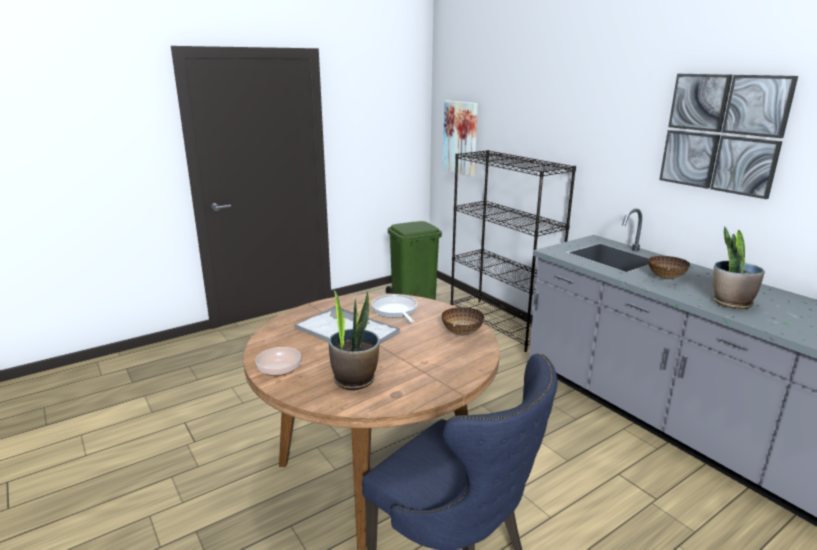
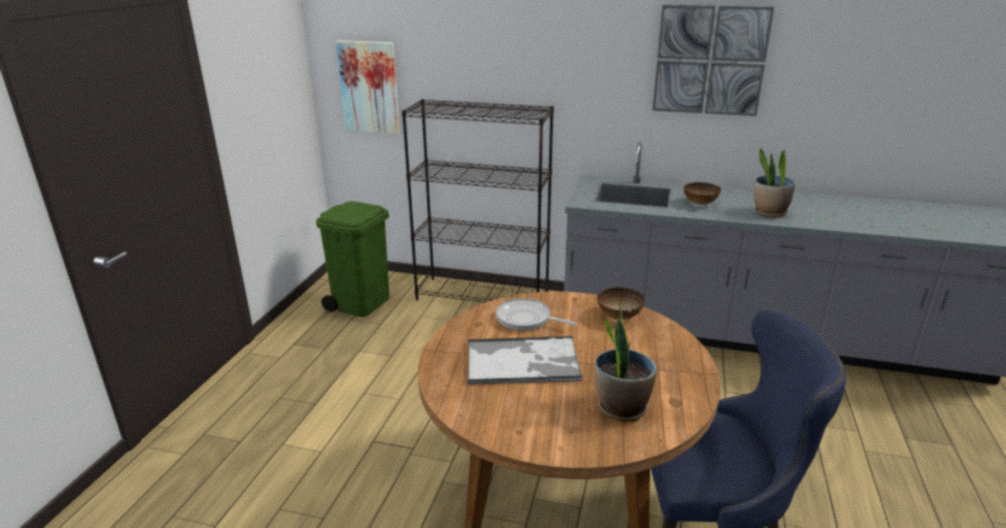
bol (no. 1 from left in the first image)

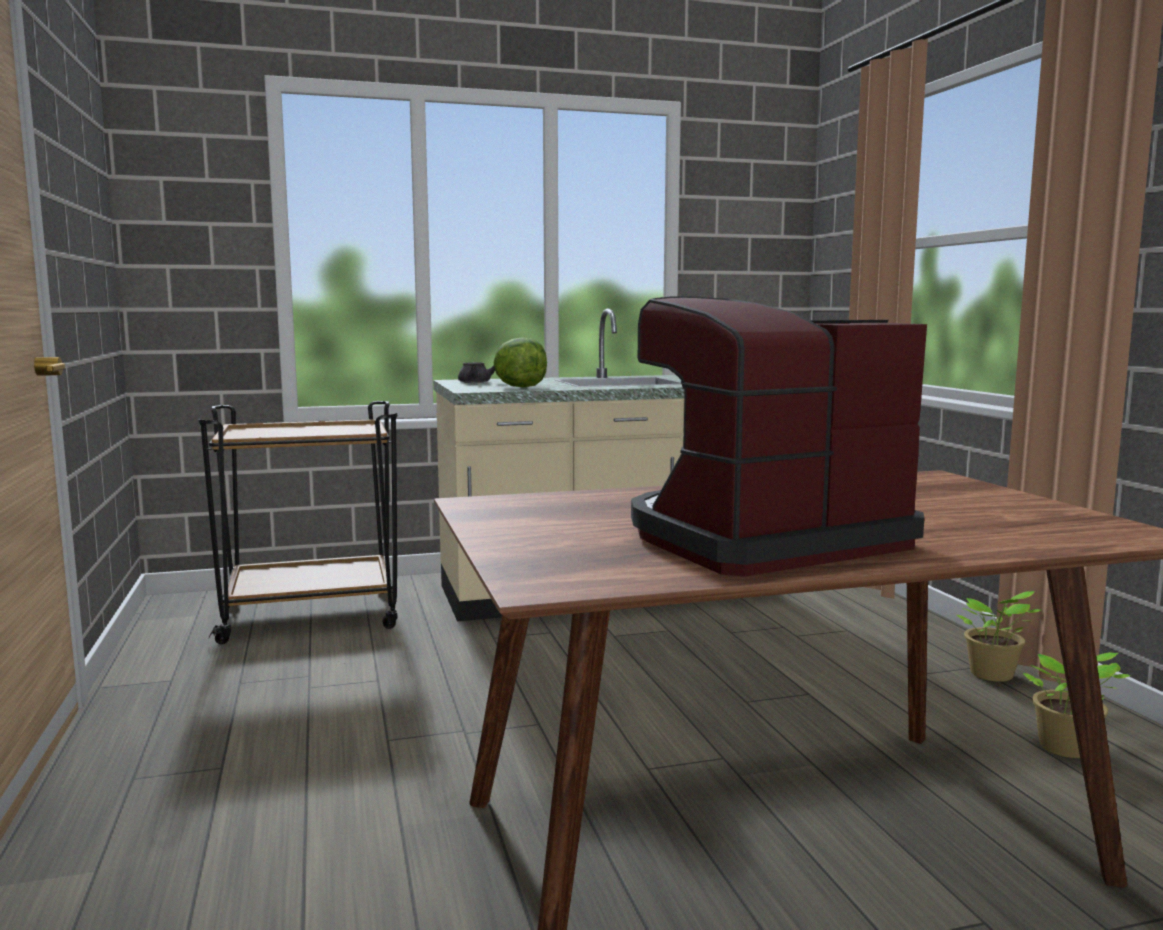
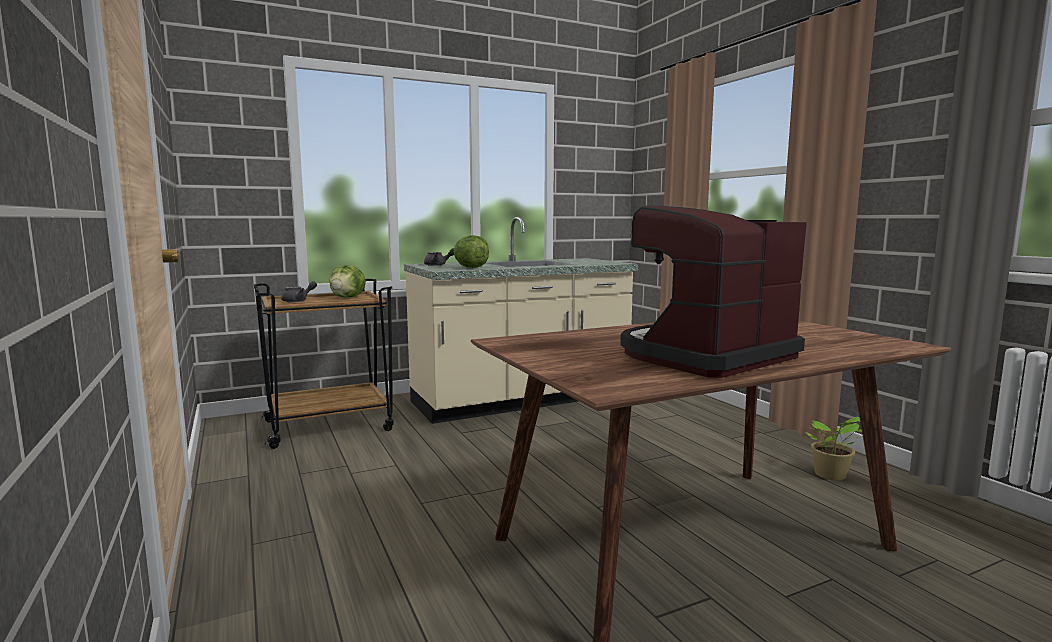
théière (gris) (no. 1 from left)
laitue (no. 1 from left)
plante en pot (no. 1 from left in the first image)

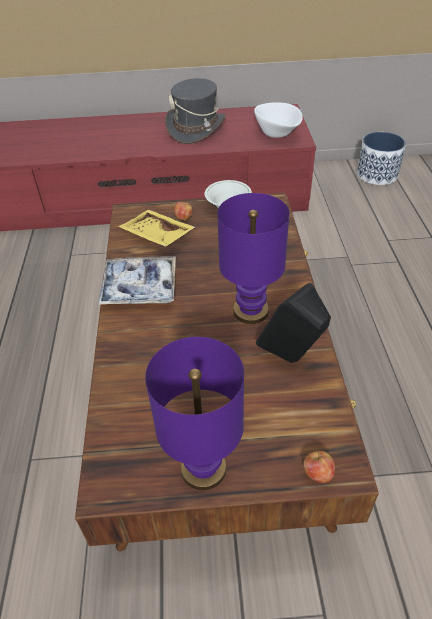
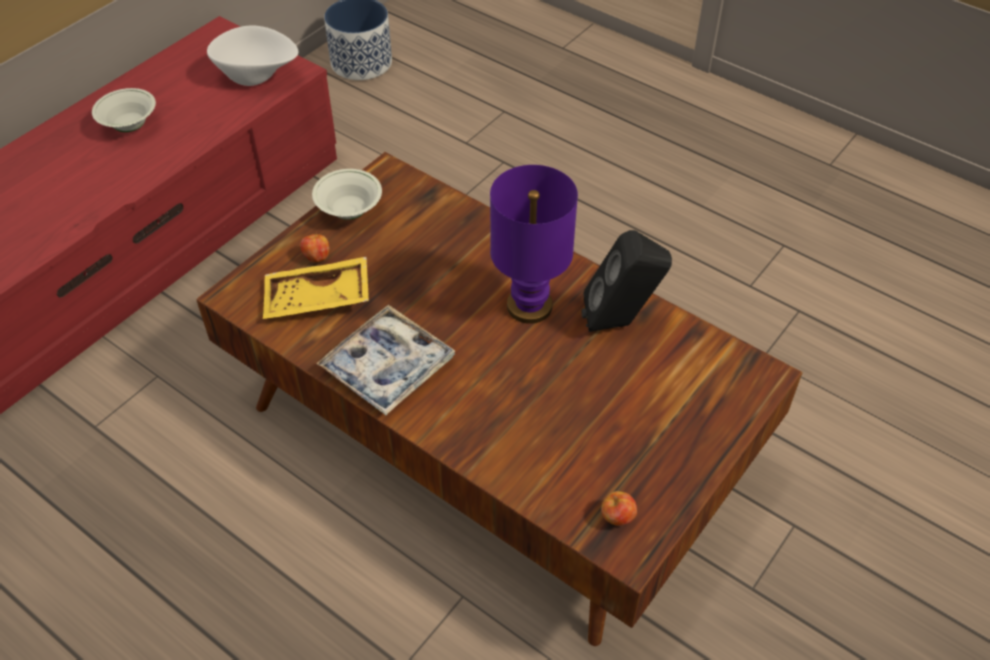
bol (blanc) (no. 1 from left)
pomme (no. 2 from left)
lampe de table (violet) (no. 1 from left in the first image)

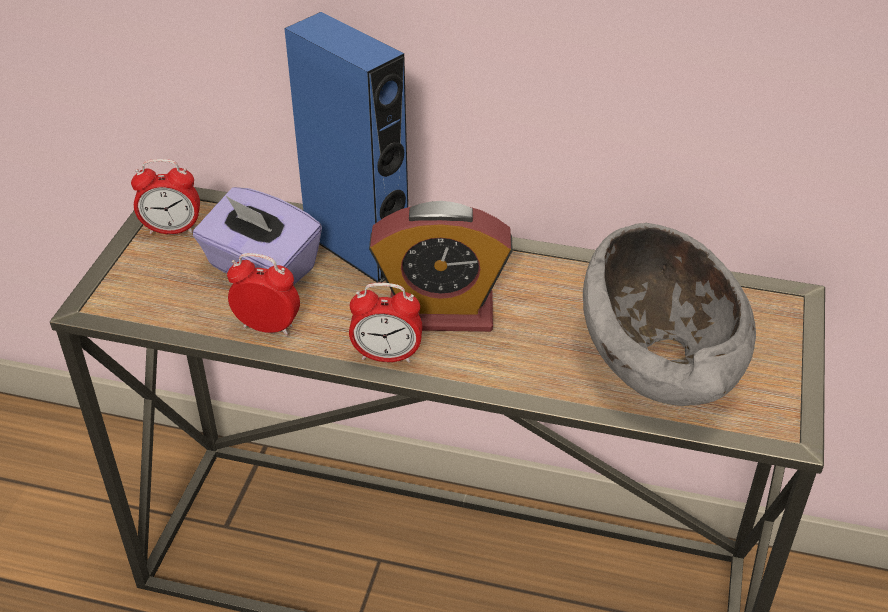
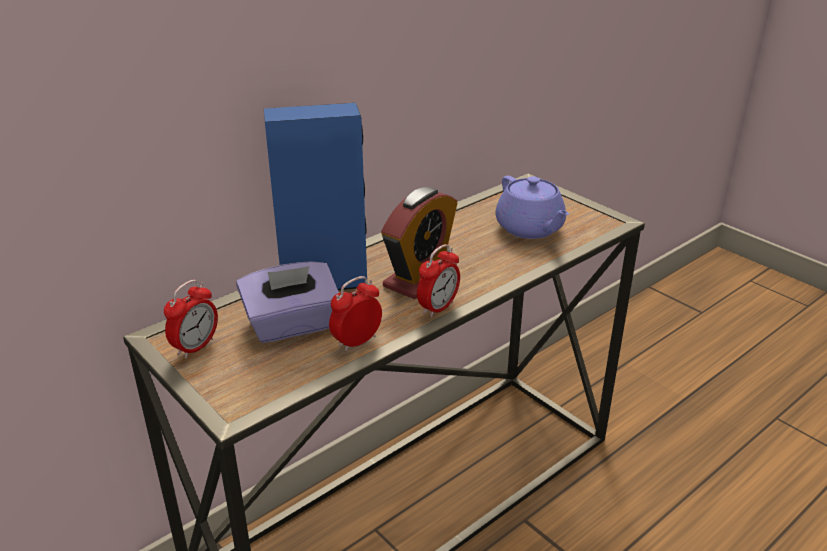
théière (violet)

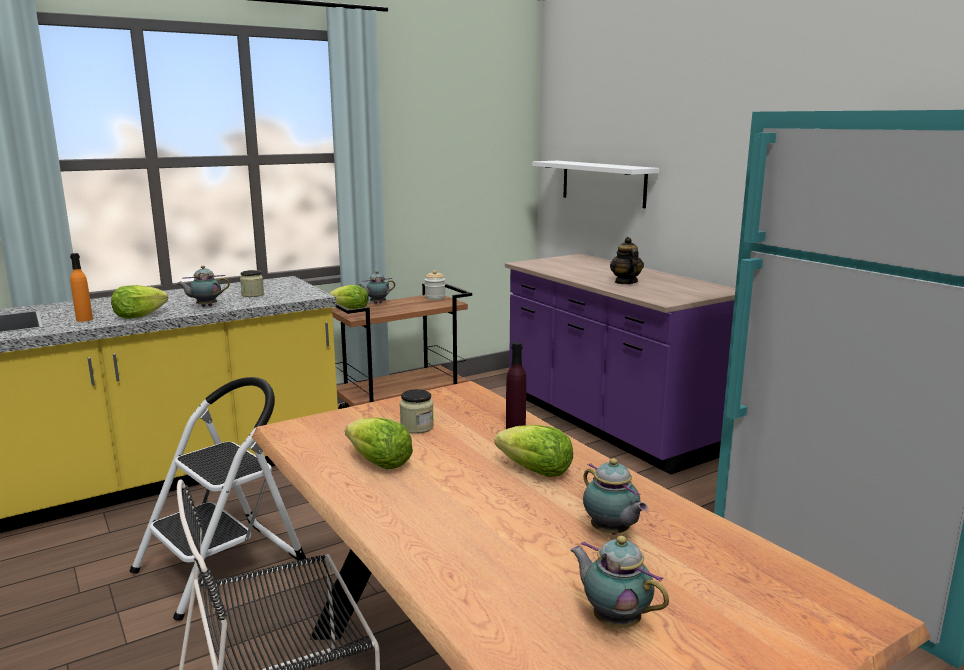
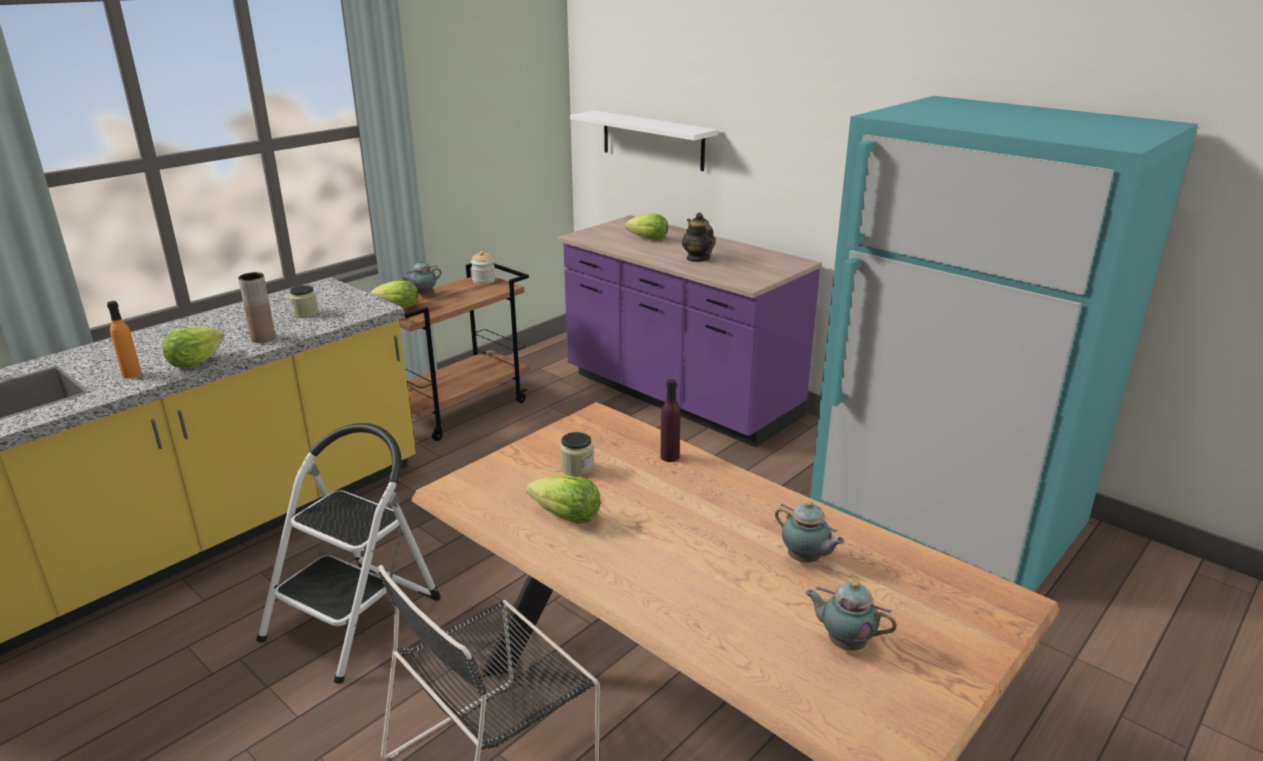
vase (marron)
laitue (no. 4 from left)

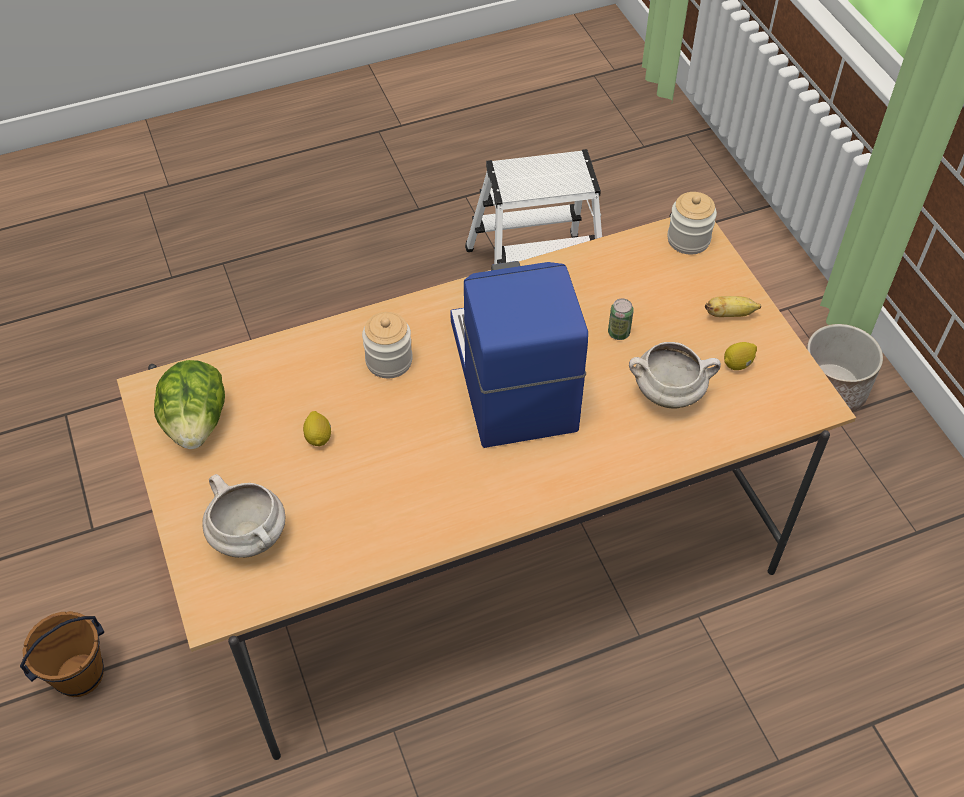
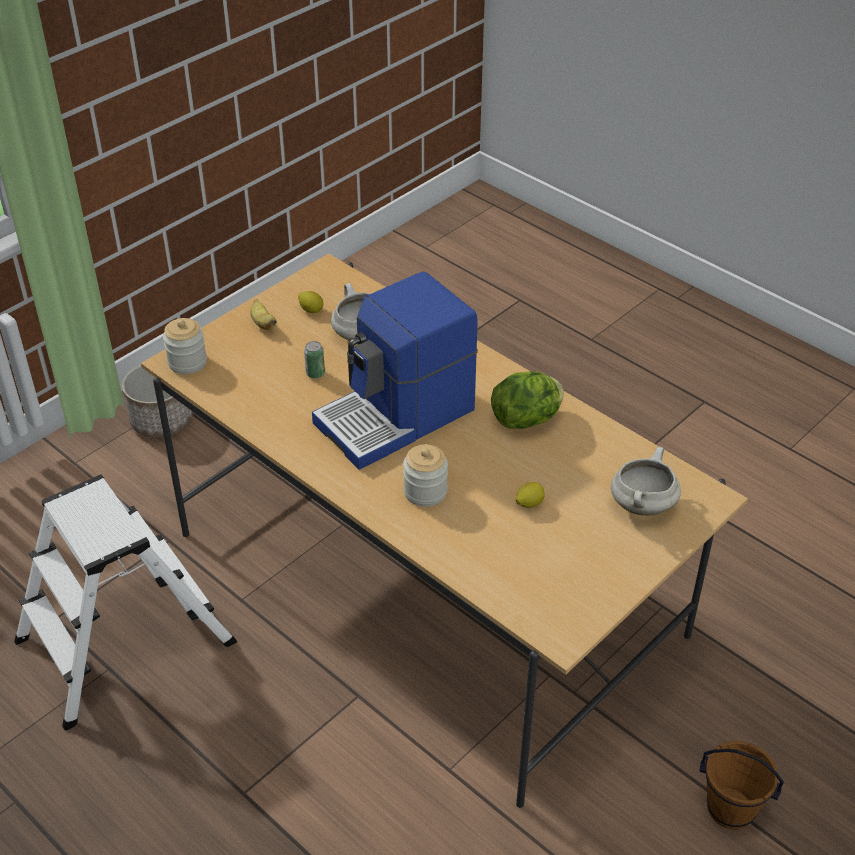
laitue

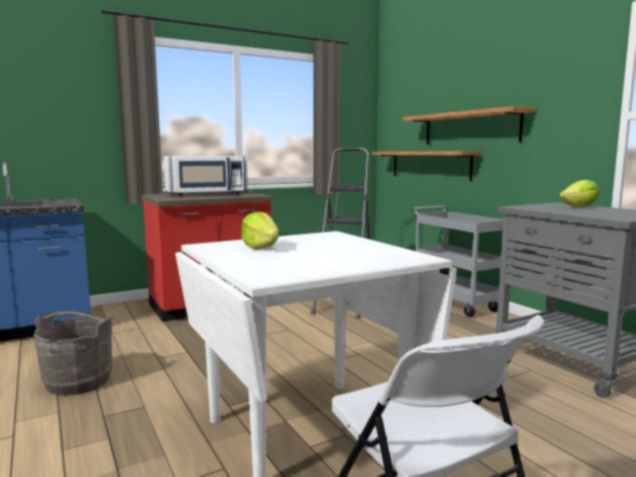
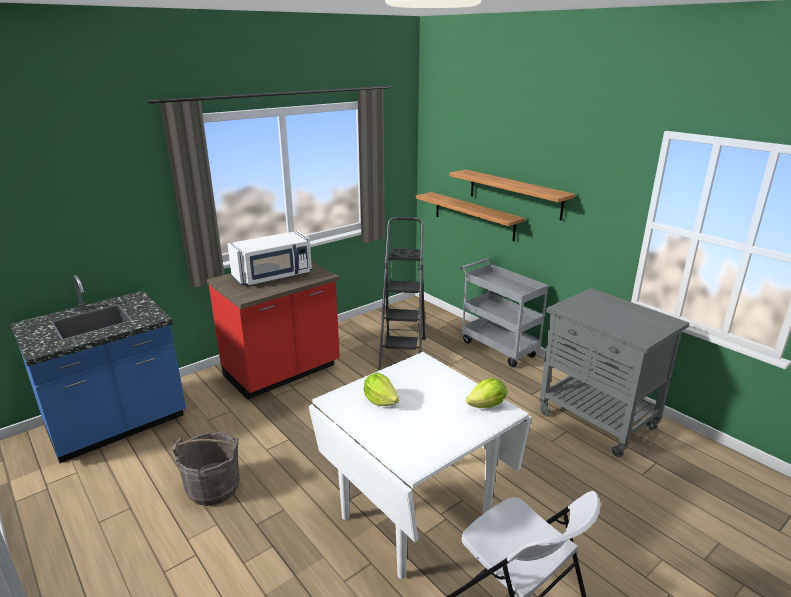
laitue (no. 2 from left)

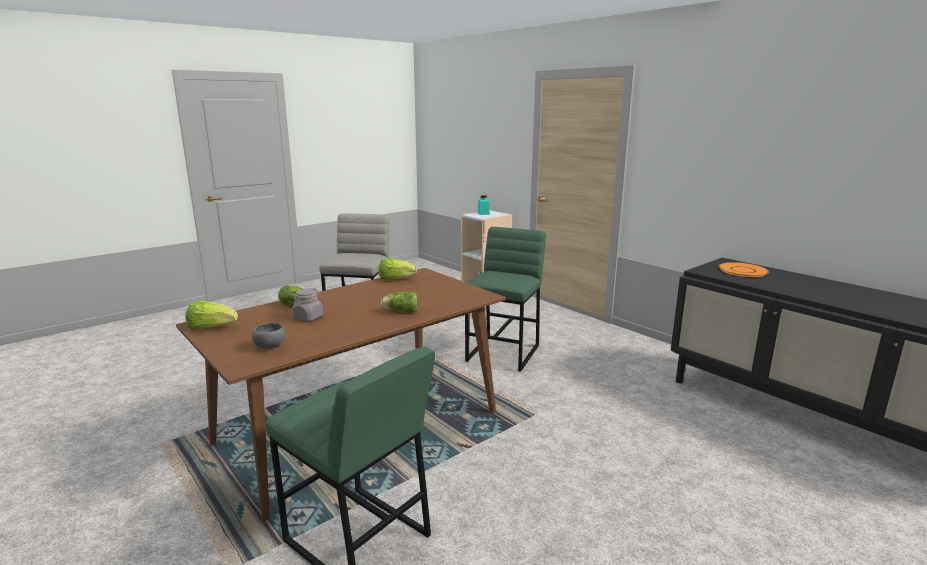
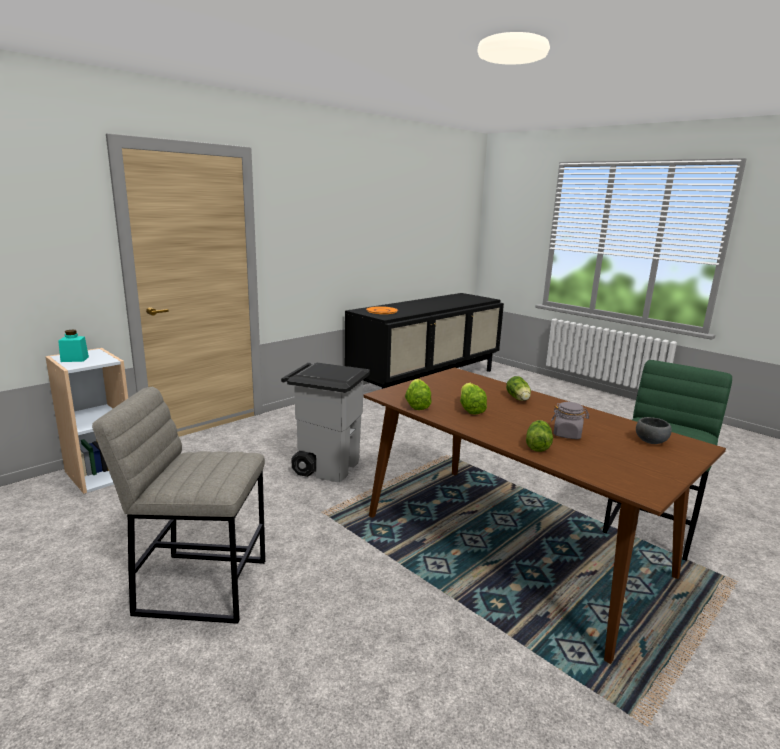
poubelle (gris)
laitue (no. 2 from left)

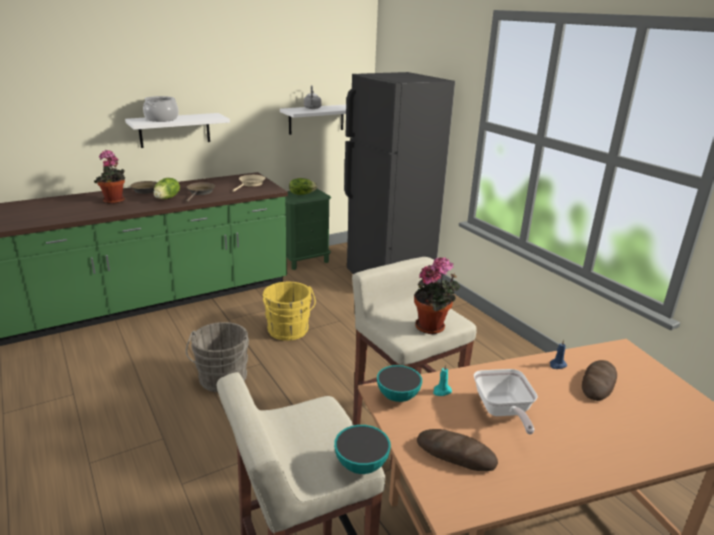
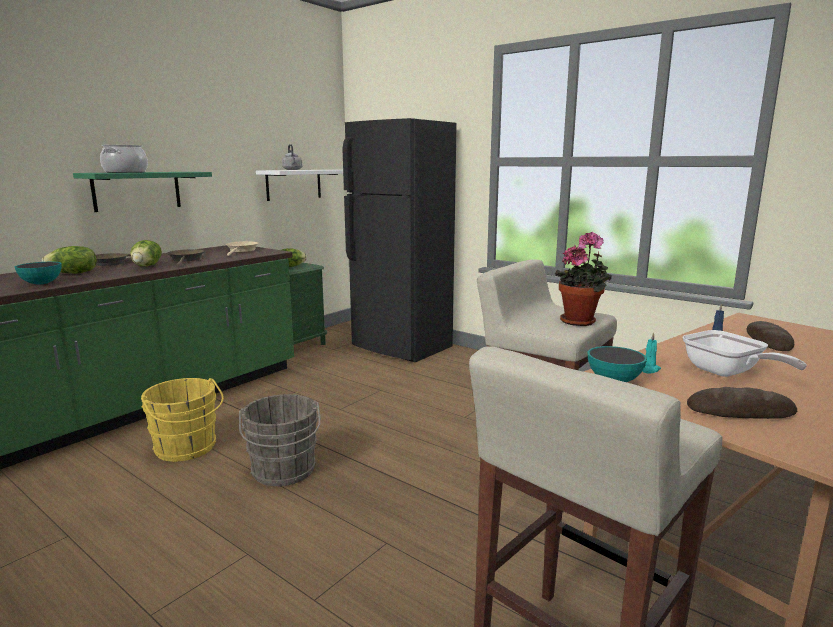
bol (no. 1 from left)
laitue (no. 1 from left)
étagère (vert)
seau (jaune)

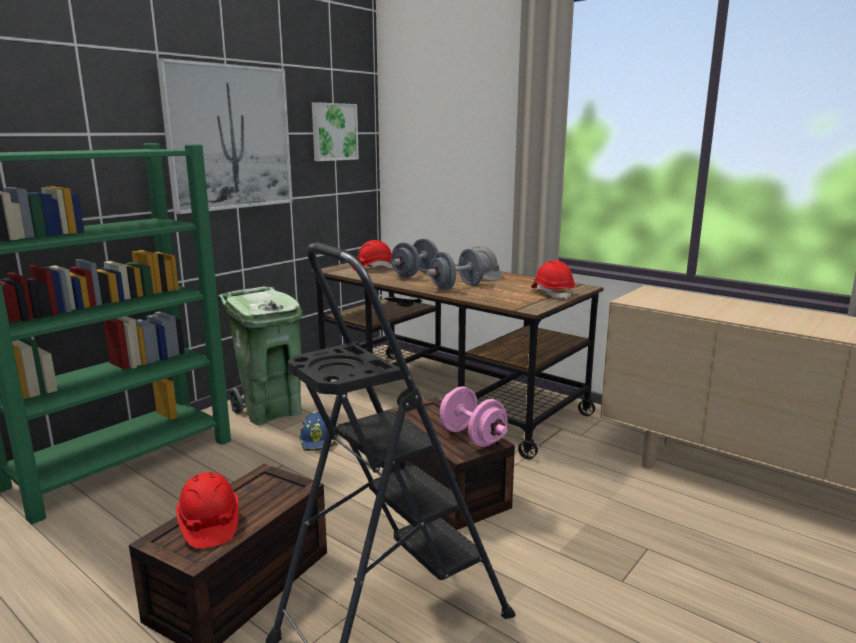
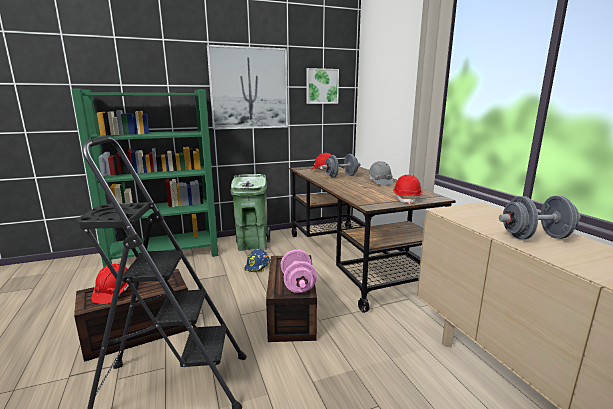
haltère (gris) (no. 2 from left)

